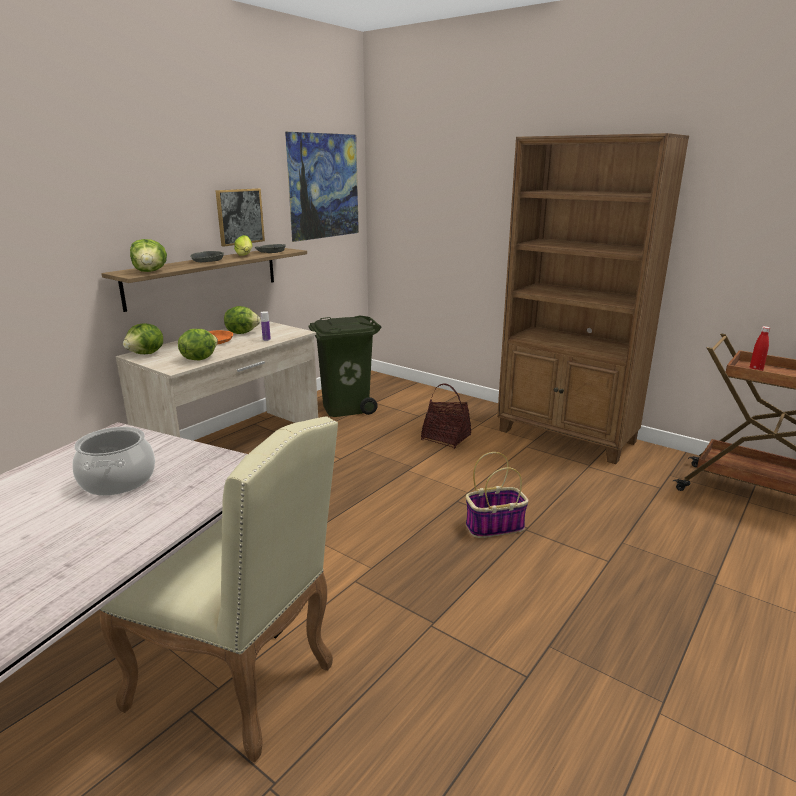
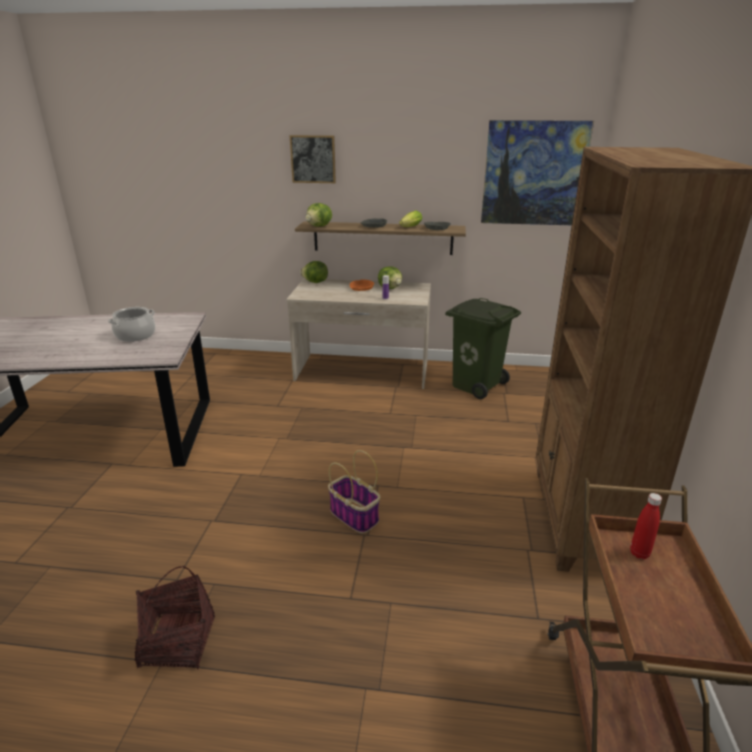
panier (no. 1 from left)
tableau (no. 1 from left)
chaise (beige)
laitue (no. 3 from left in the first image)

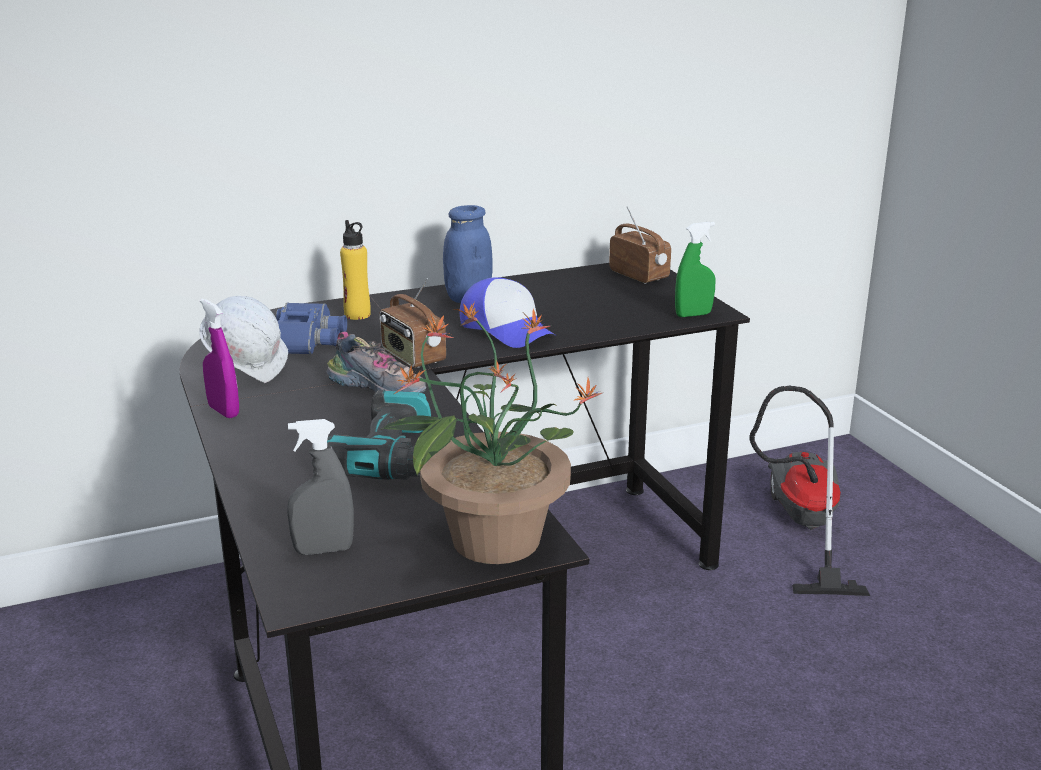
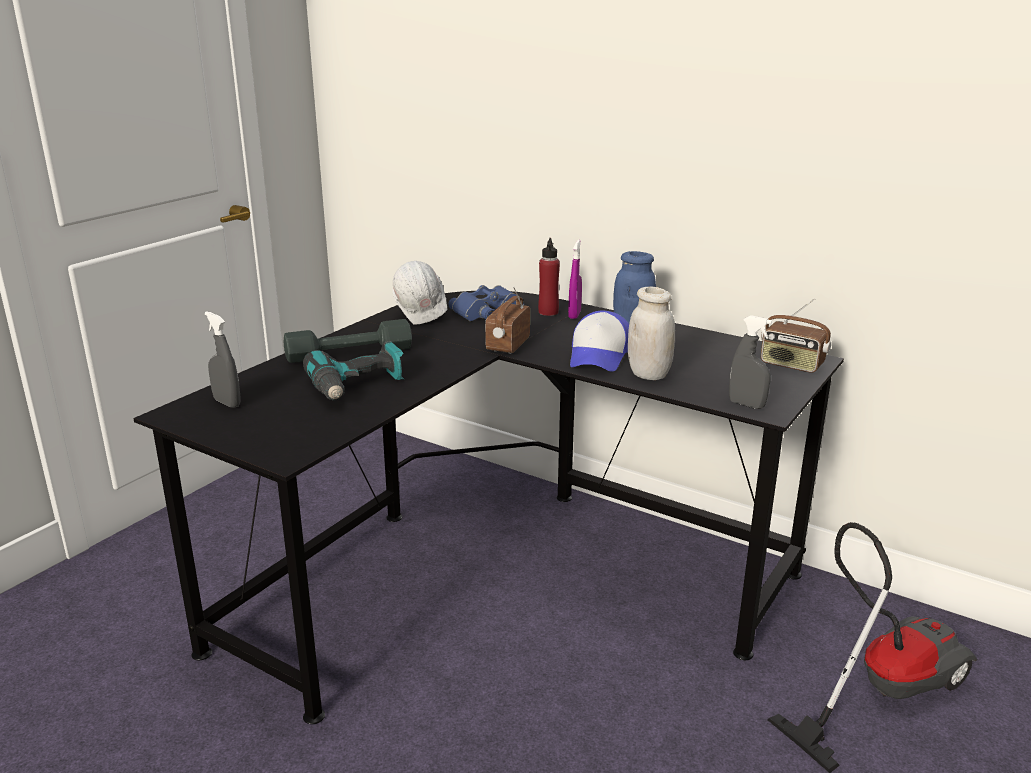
haltère (gris)
bouteille (rouge)
vaporisateur (violet)
bocal (blanc)
vaporisateur (gris) (no. 2 from left)
radio (no. 2 from left)
chaussure
plante en pot

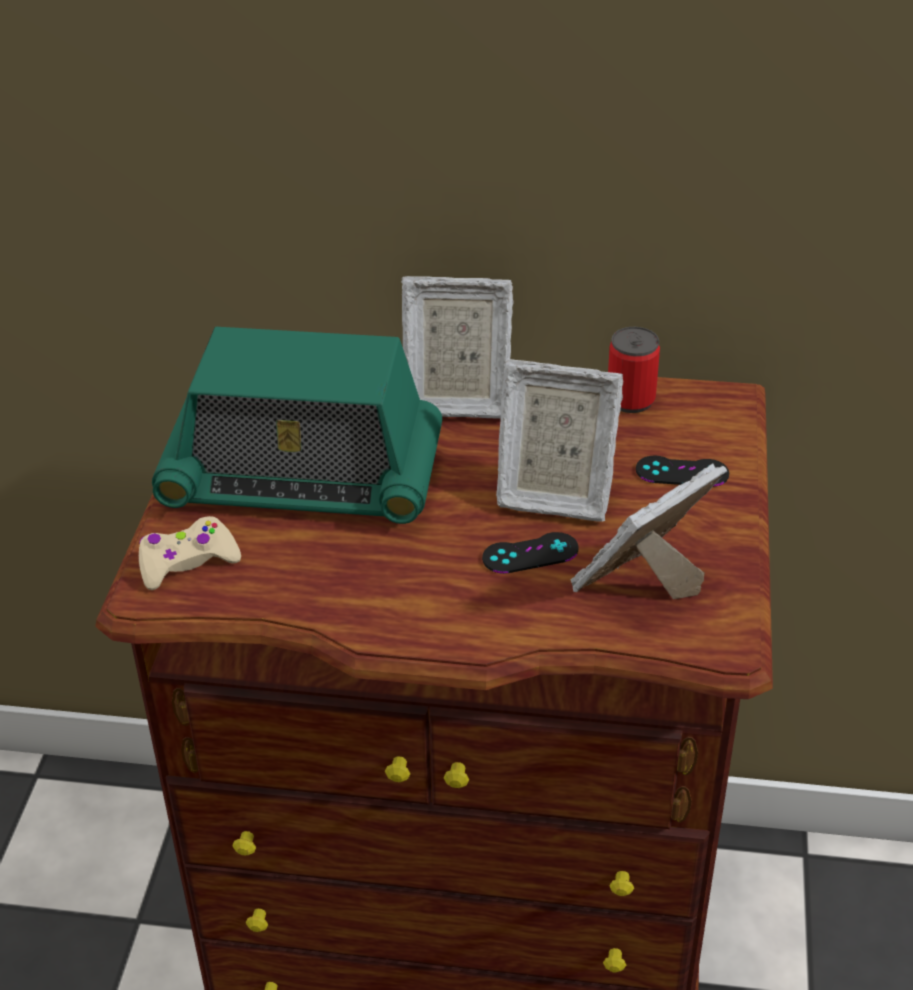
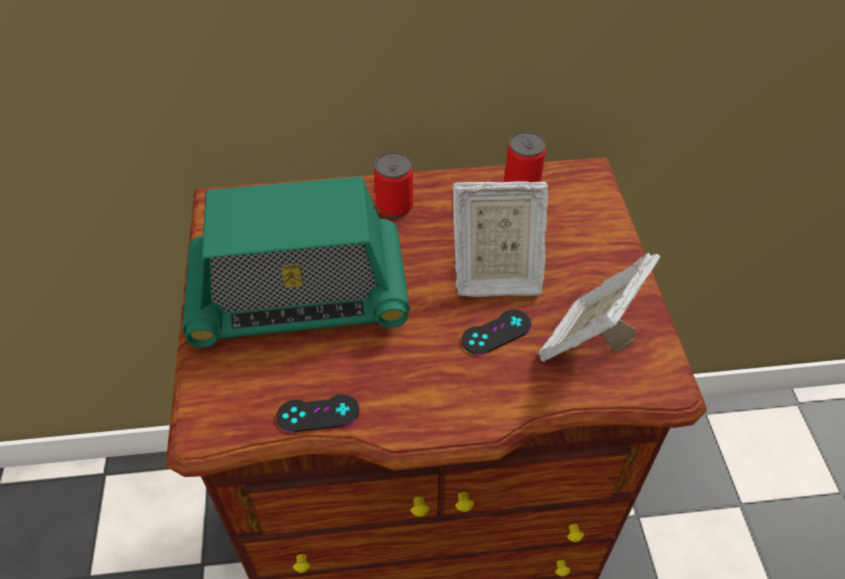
manette (noir) (no. 1 from left)
boîte métallique (no. 1 from left)
manette (beige)

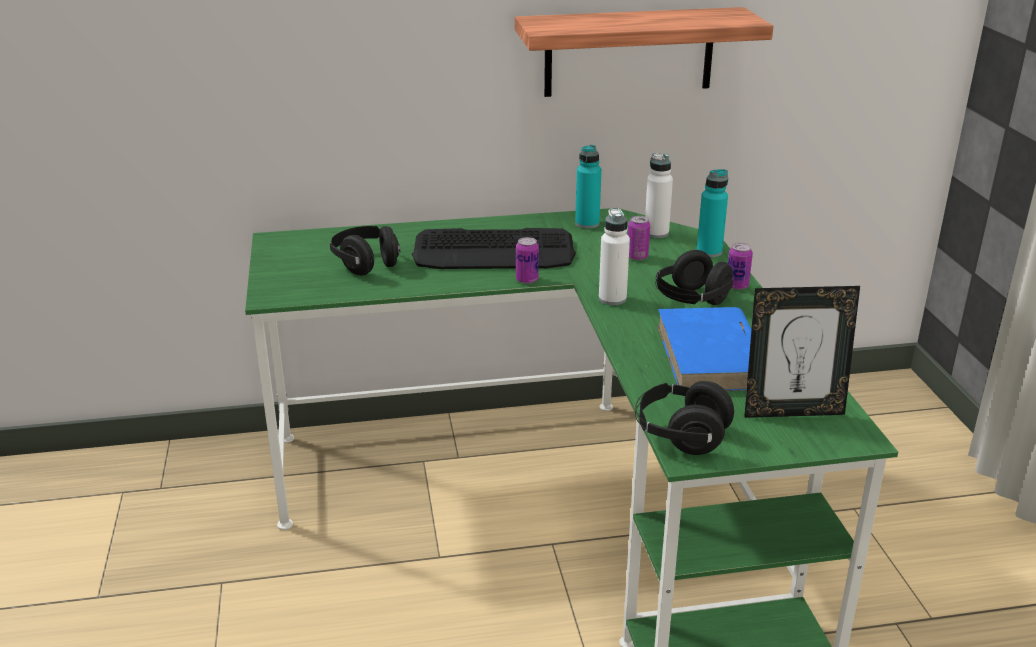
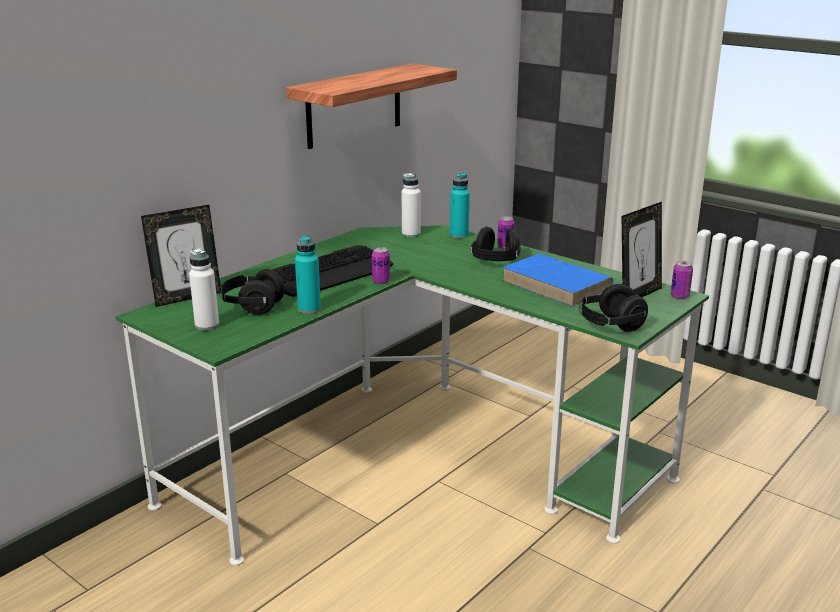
cadre photo (no. 1 from left)
bouteille (blanc) (no. 1 from left)
bouteille (turquoise) (no. 1 from left)
boîte métallique (no. 3 from left)

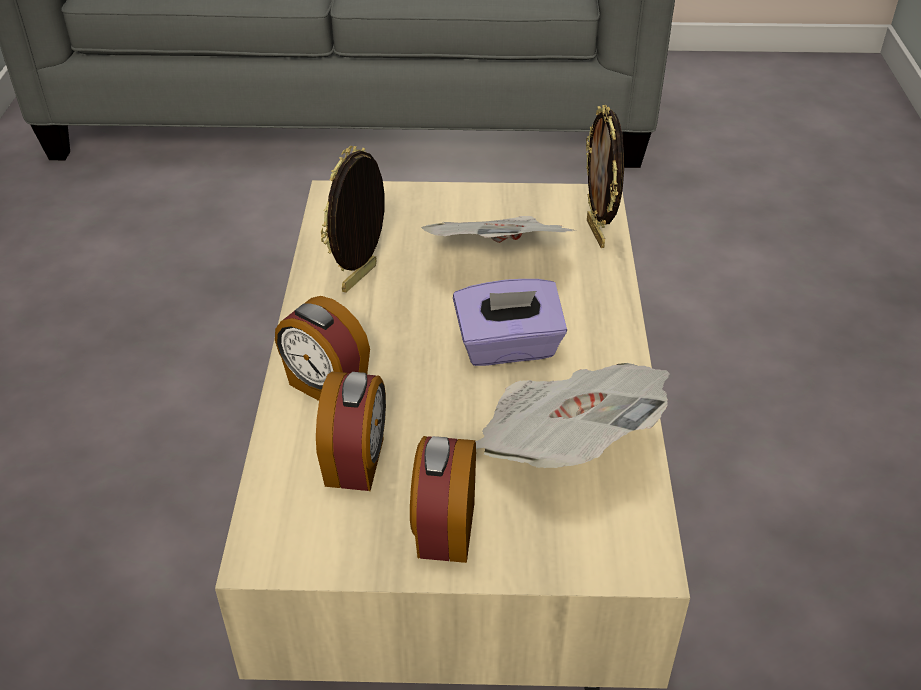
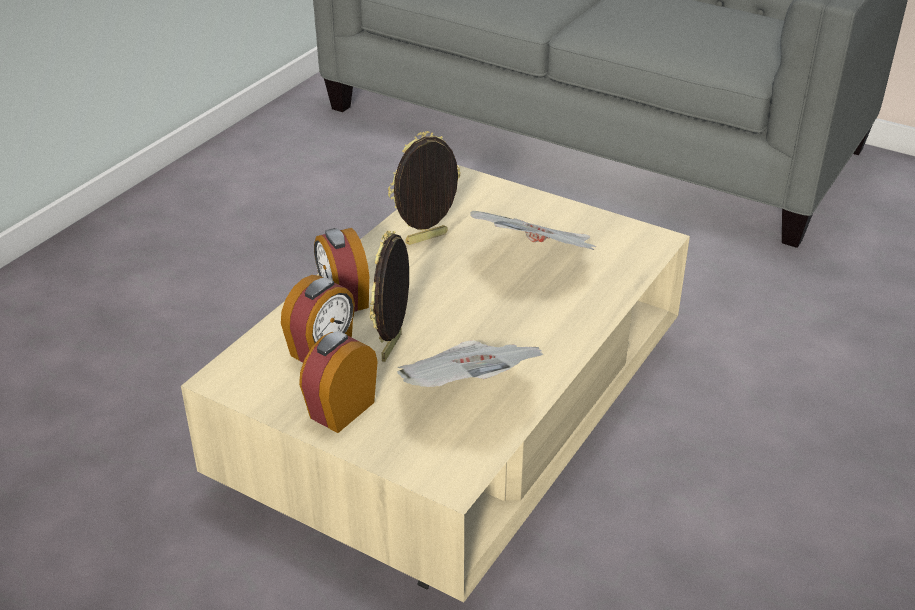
cadre photo (no. 1 from left)
boîte à mouchoirs (violet)

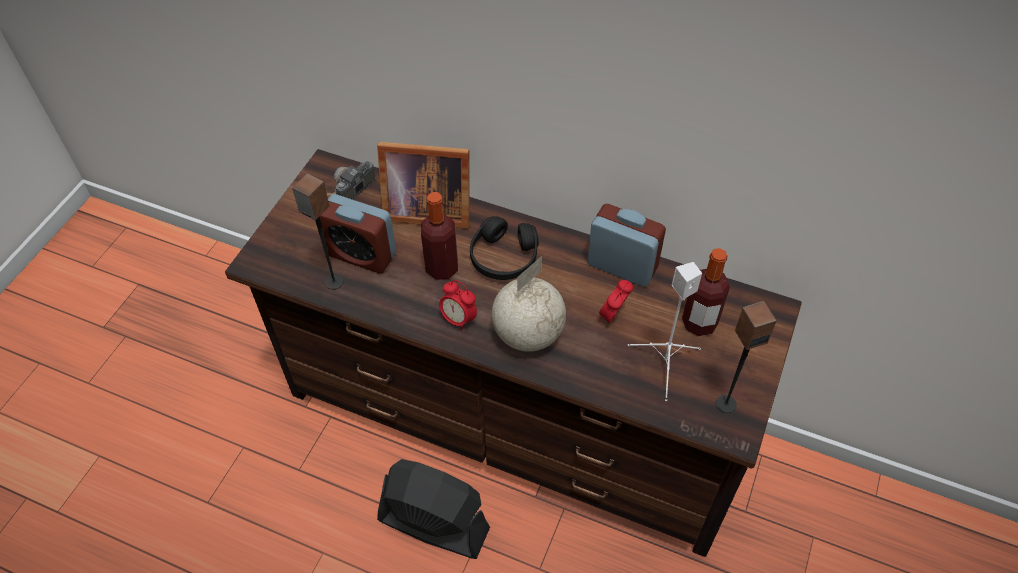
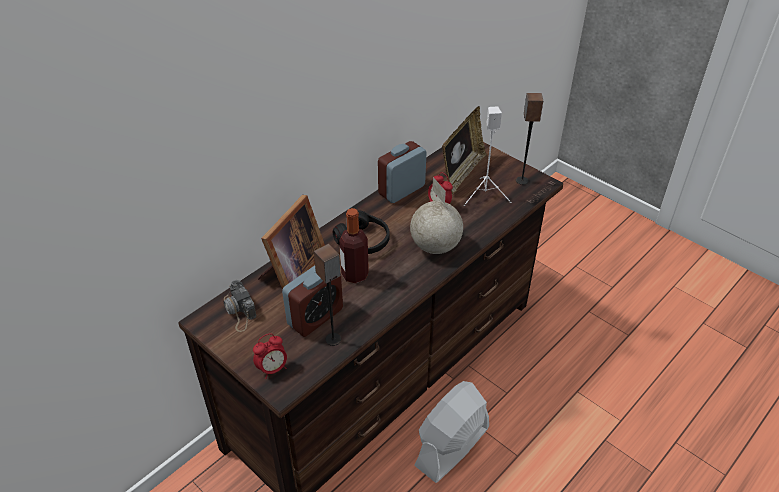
réveil (no. 1 from left)
ventilateur (blanc)
cadre photo (no. 2 from left)

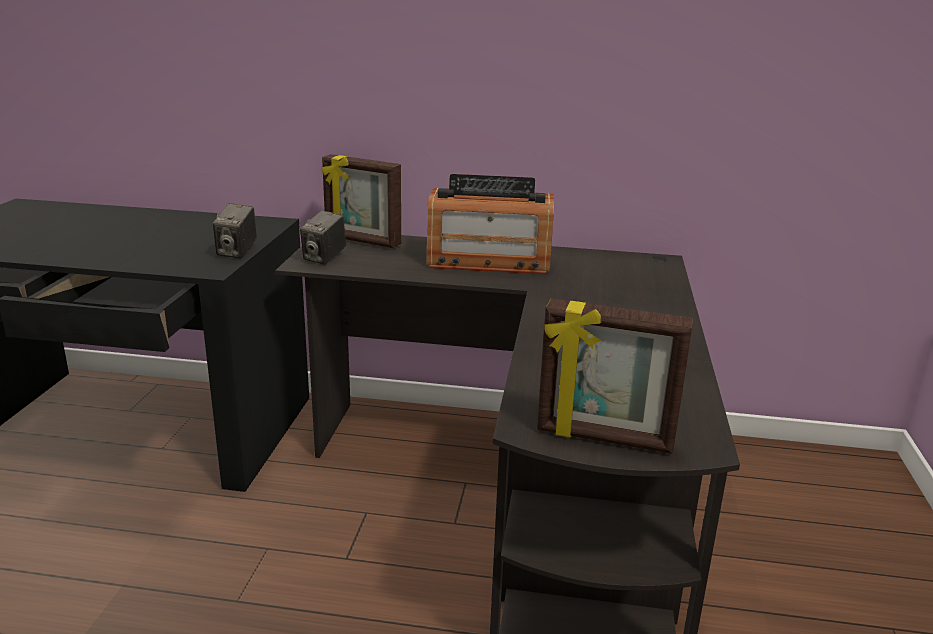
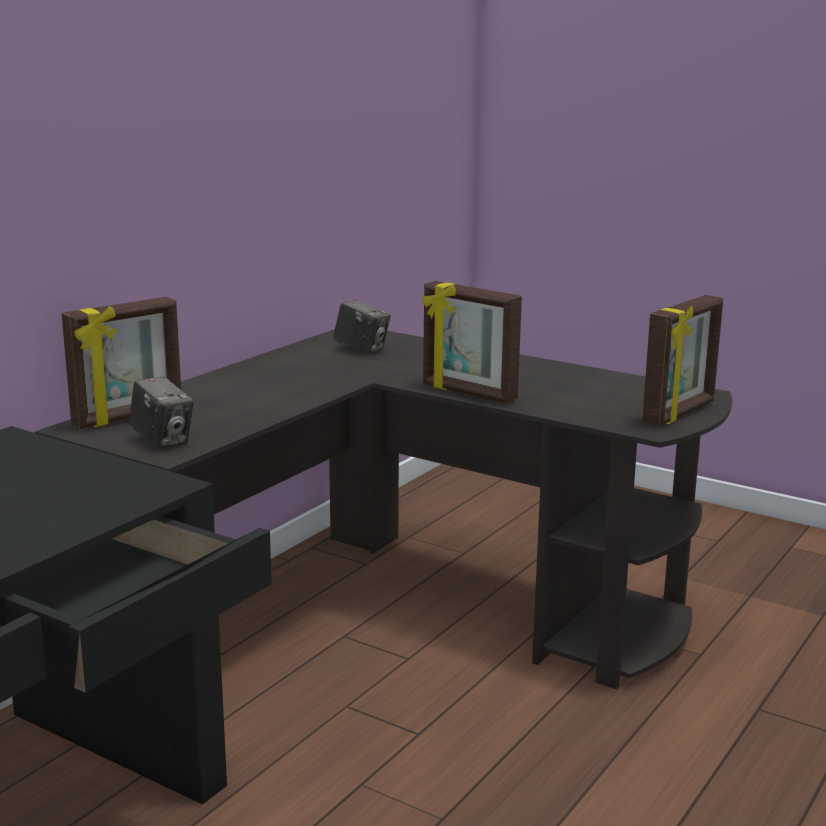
appareil photo (no. 2 from left)
cadre photo (no. 2 from left)
radio

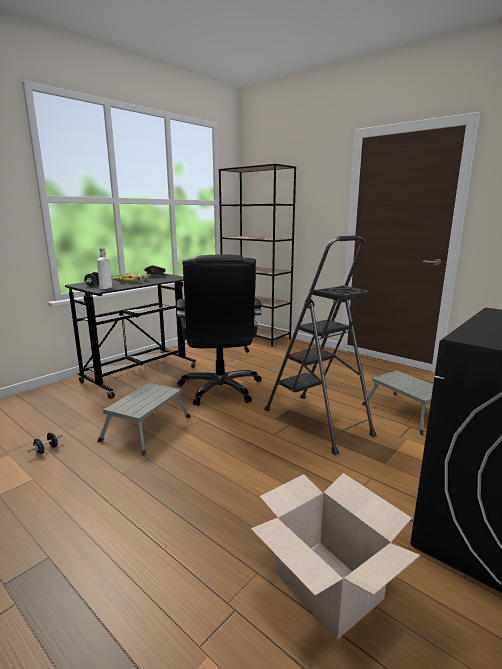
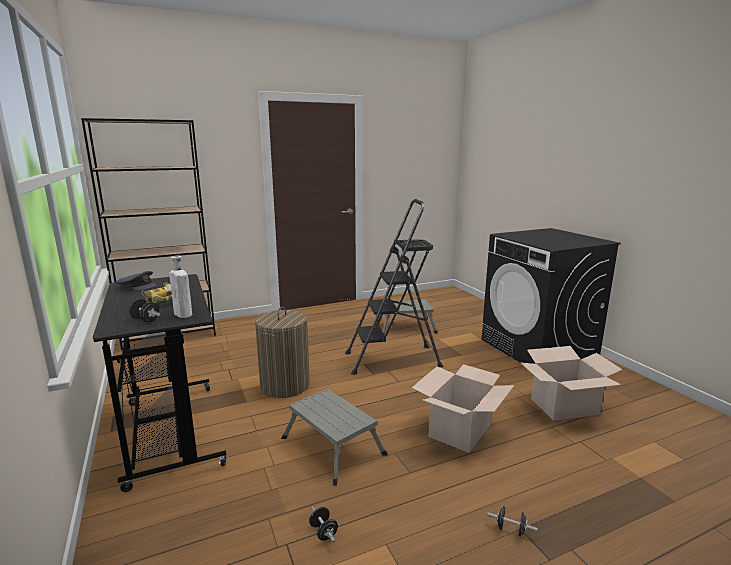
panier à linge
carton (no. 1 from left)
haltère (noir) (no. 3 from left)

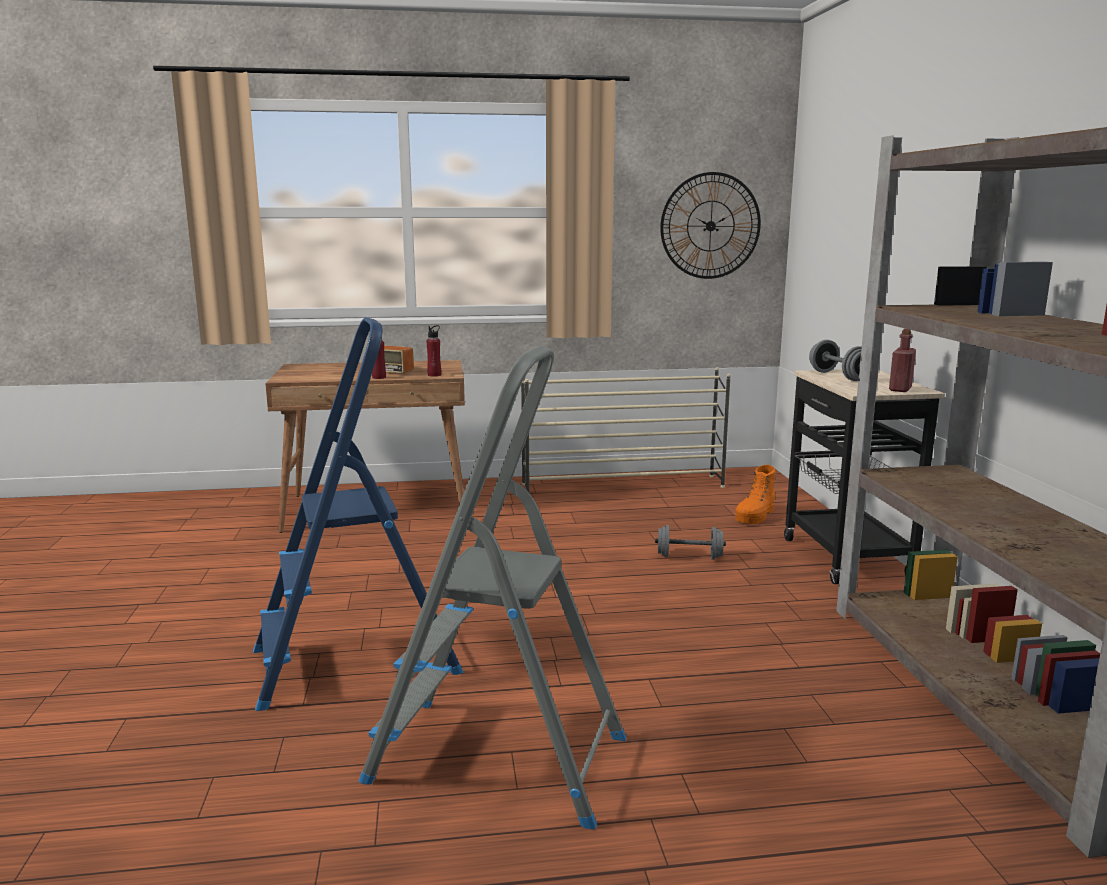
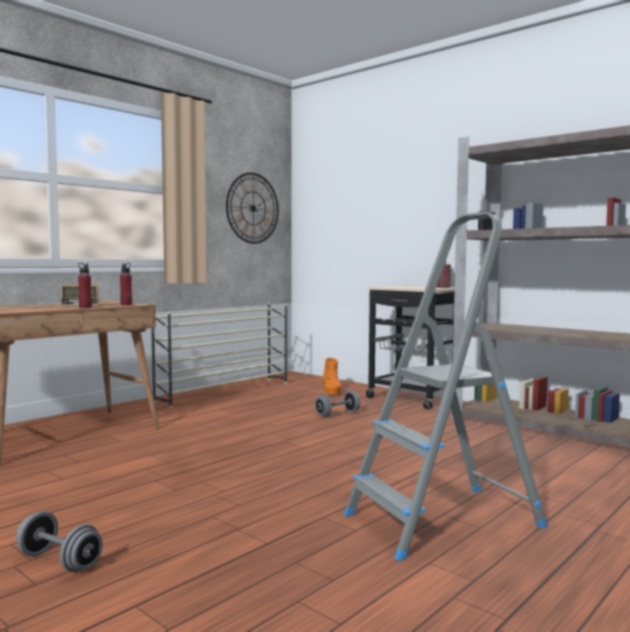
haltère (gris) (no. 1 from left)
escabeau (bleu)

